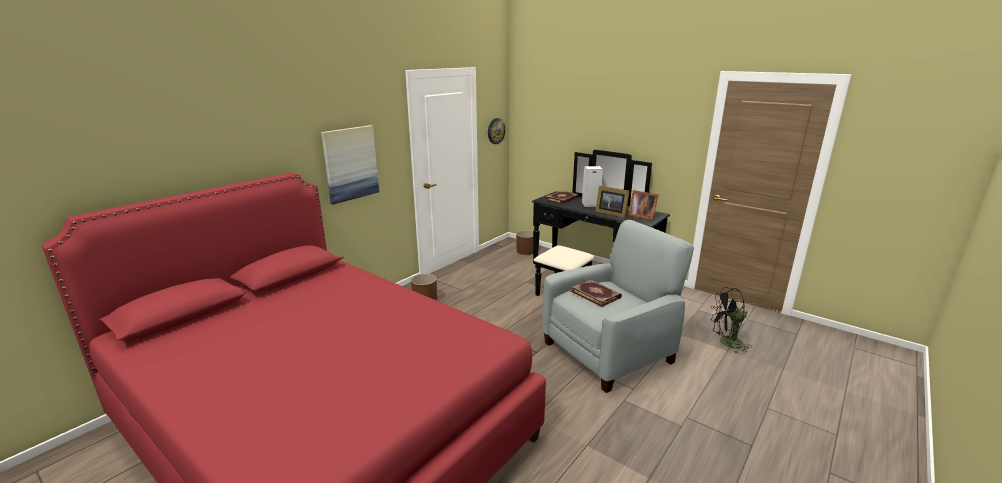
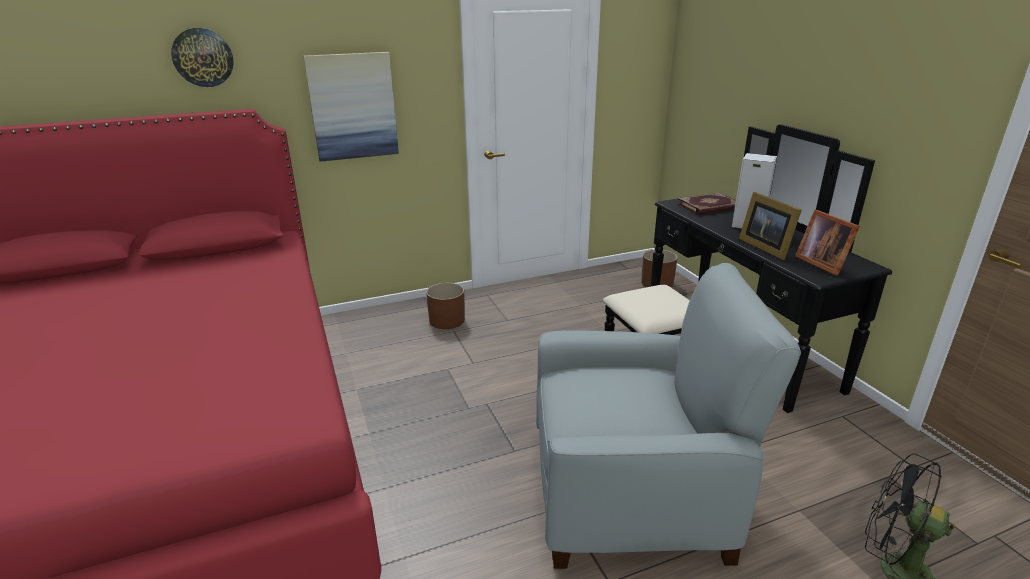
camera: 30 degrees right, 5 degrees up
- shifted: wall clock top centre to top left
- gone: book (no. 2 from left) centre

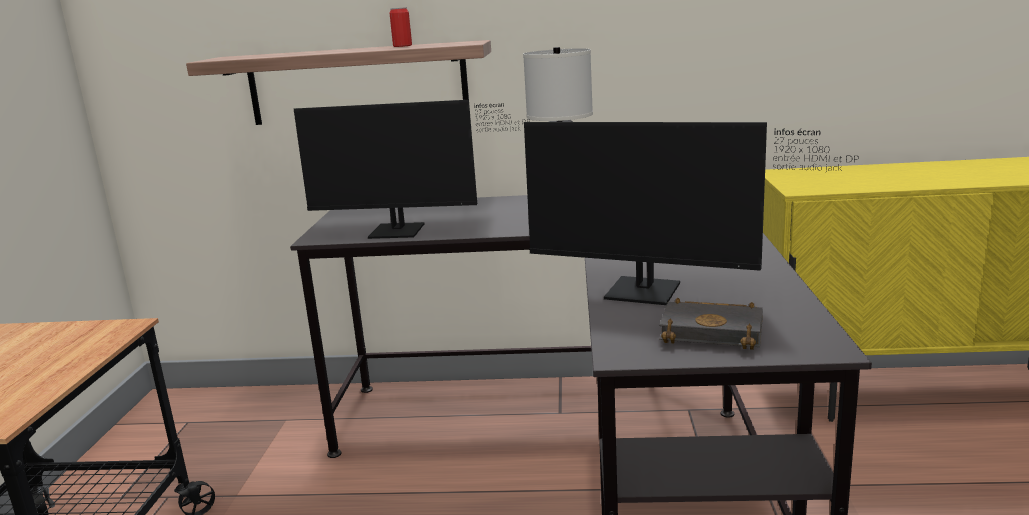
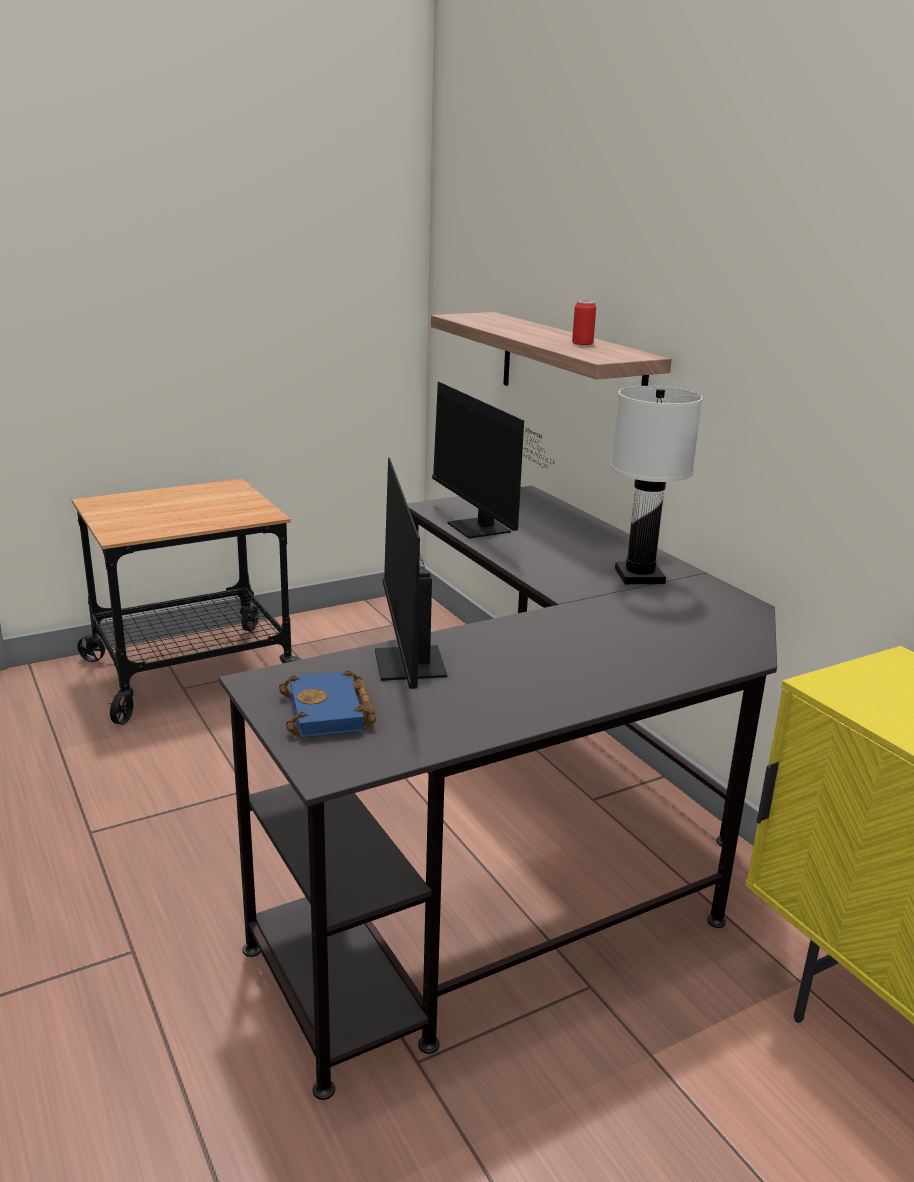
camera: 55 degrees right, 5 degrees up
- repainted: black-coloured book middle right to blue book centre

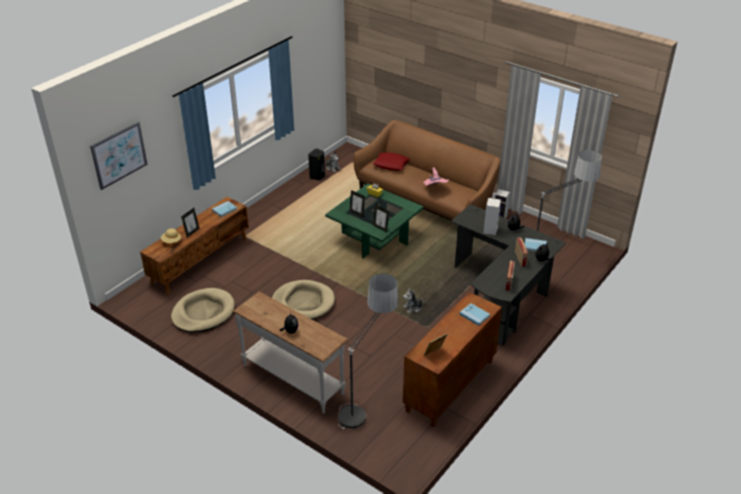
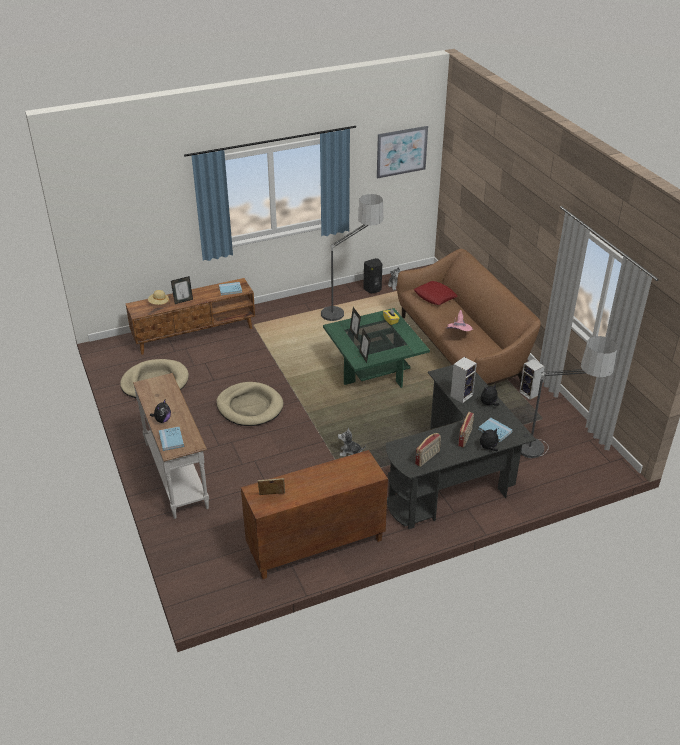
camera: 30 degrees right, 0 degrees up
- shifted: picture top left to top centre
- shifted: floor lamp (no. 1 from left) bottom centre to centre
- shifted: blue book (no. 2 from left in the first image) centre to blue book (no. 1 from left) middle left

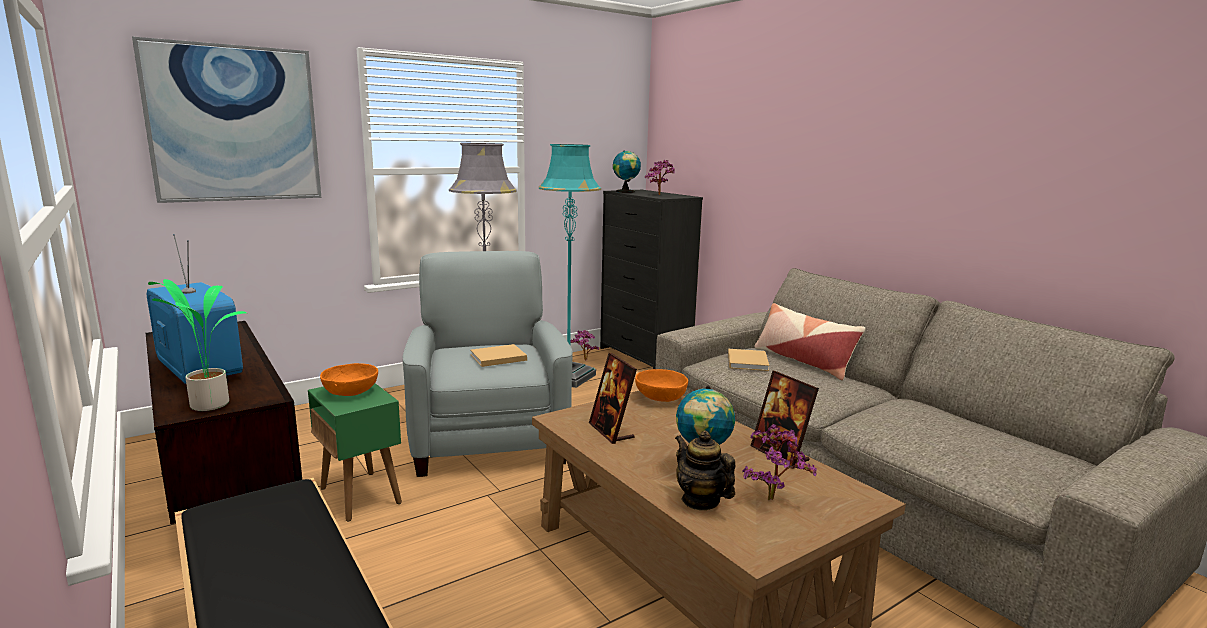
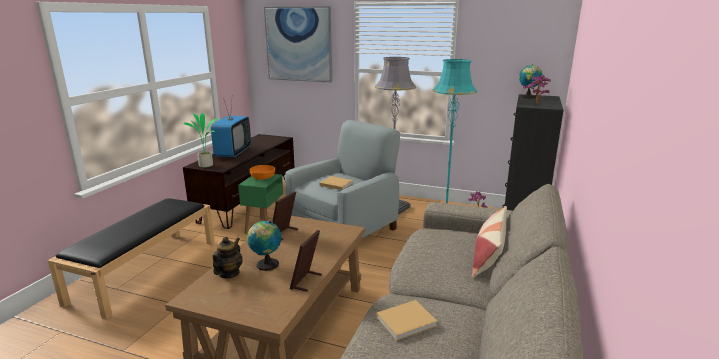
camera: 55 degrees right, 5 degrees up
- shifted: beige book (no. 2 from left) centre to bottom centre
- gone: orangey serving bowl (no. 2 from left) centre
- gone: plant in a pot (no. 4 from left) bottom centre

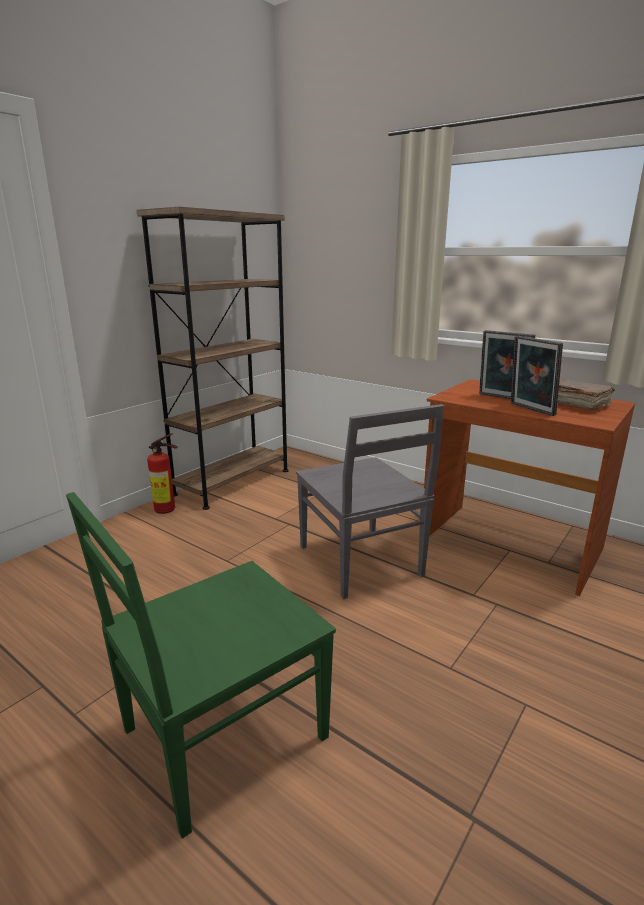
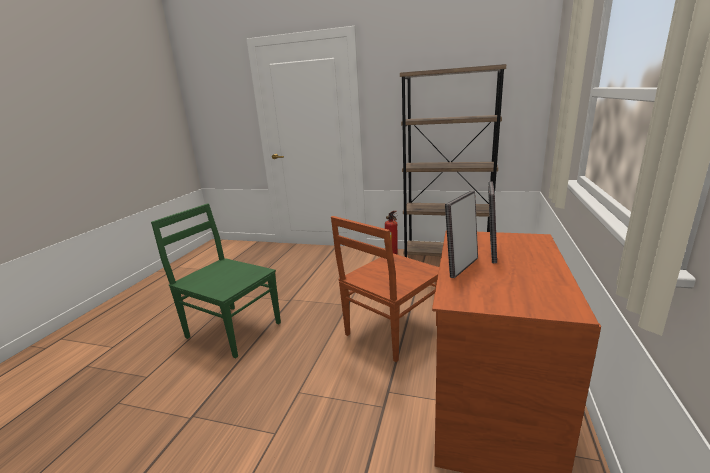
camera: 70 degrees right, 0 degrees up
- gone: brown book middle right
- repainted: greyish chair centre to brown chair centre

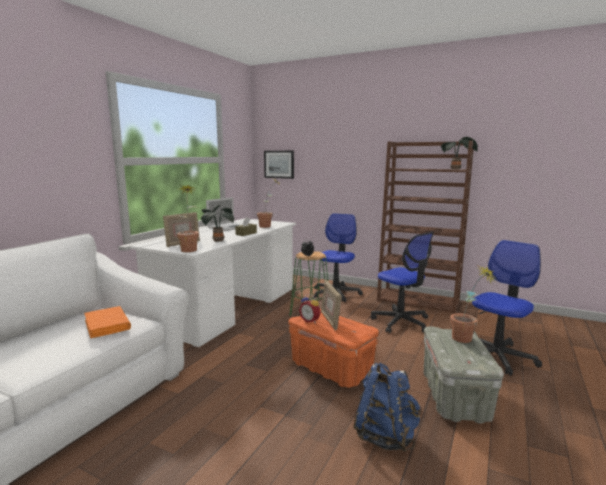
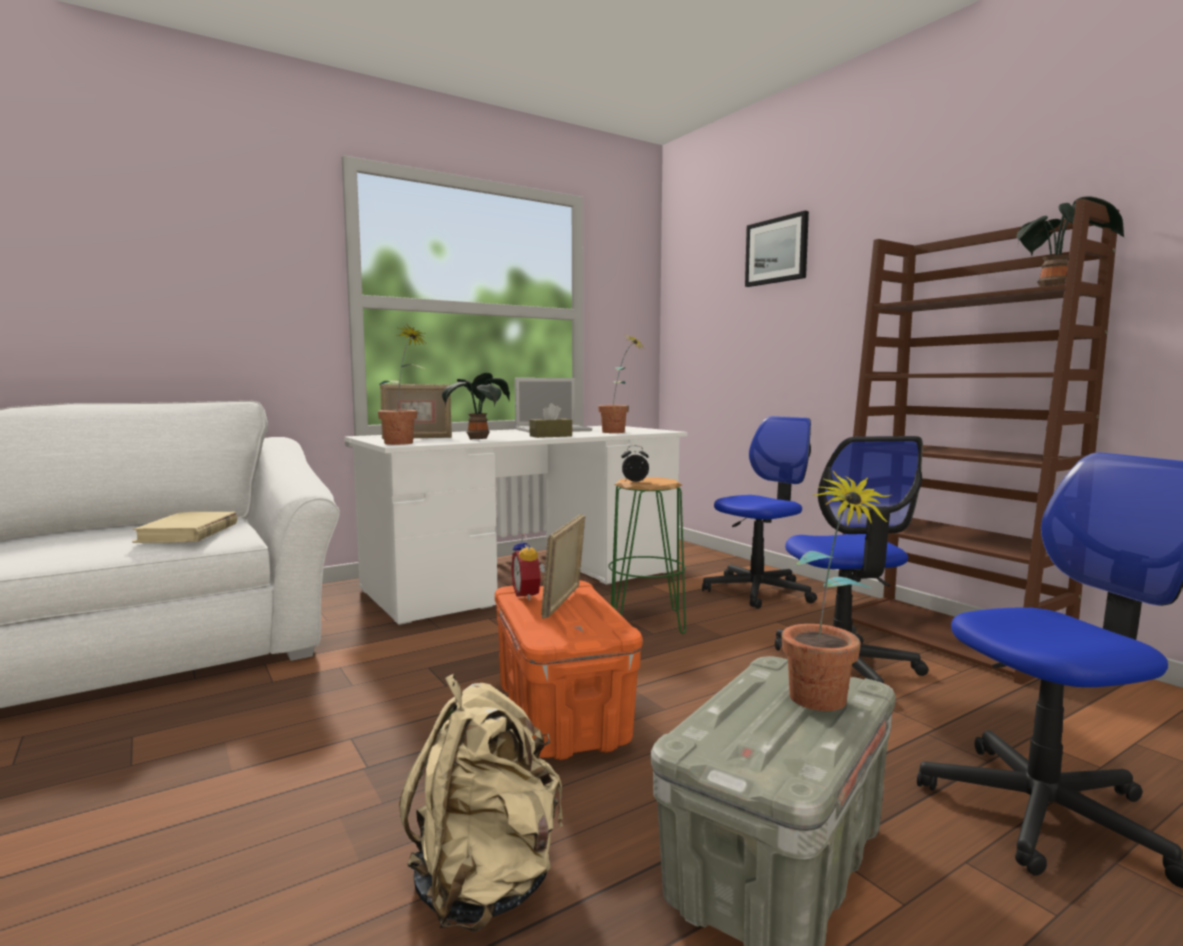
camera: 30 degrees right, 5 degrees down
- shifted: picture centre to top centre
- repainted: orangey book middle left to beige book middle left
- repainted: blue knapsack bottom centre to beige knapsack bottom centre

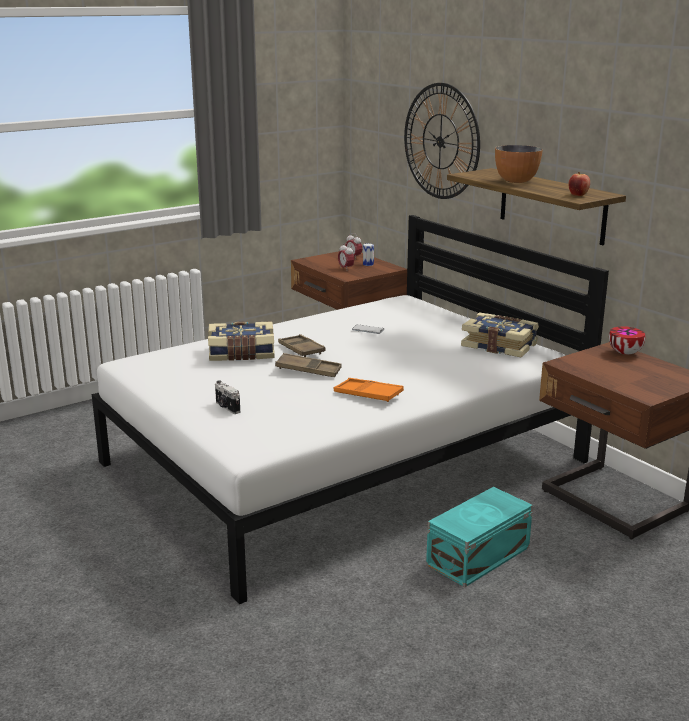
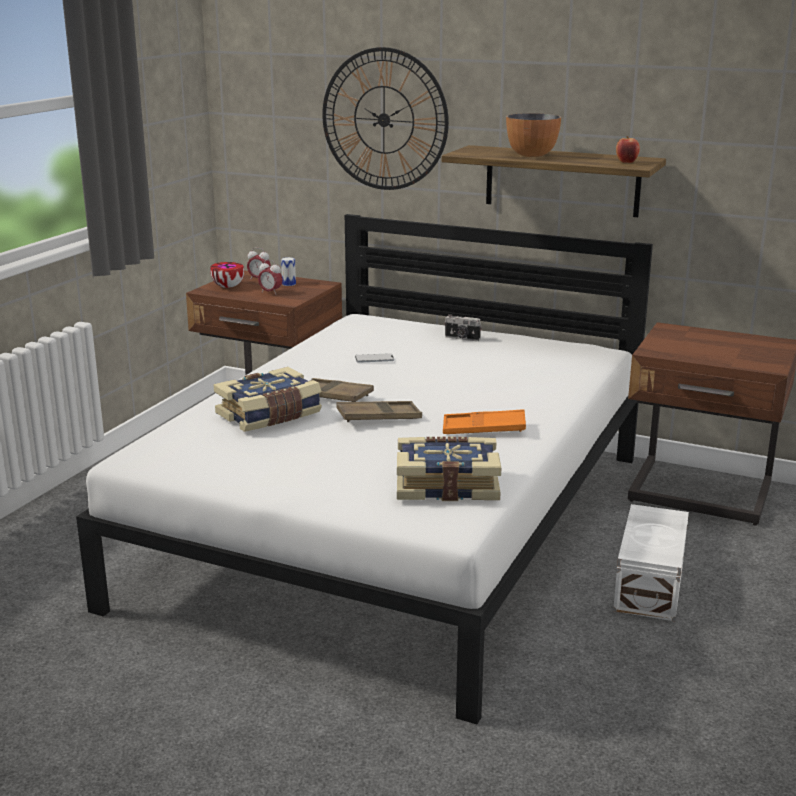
camera: 30 degrees left, 0 degrees up
- shifted: book (no. 2 from left) middle right to centre
- shifted: serving bowl (no. 2 from left in the first image) middle right to serving bowl (no. 1 from left) middle left
- shifted: still camera middle left to centre
- repainted: turquoise-coloured storage bin bottom right to whitish storage bin bottom right

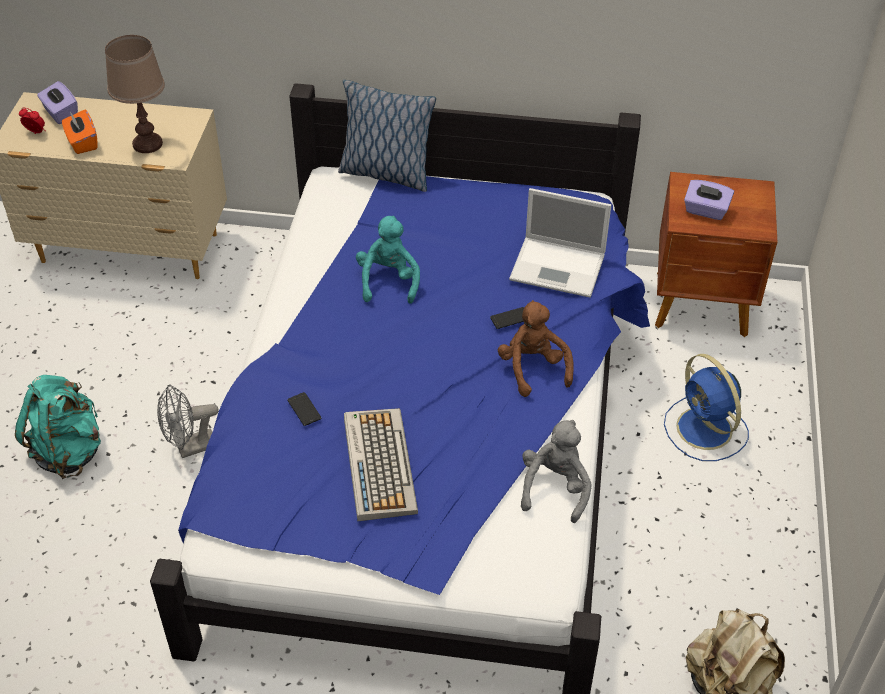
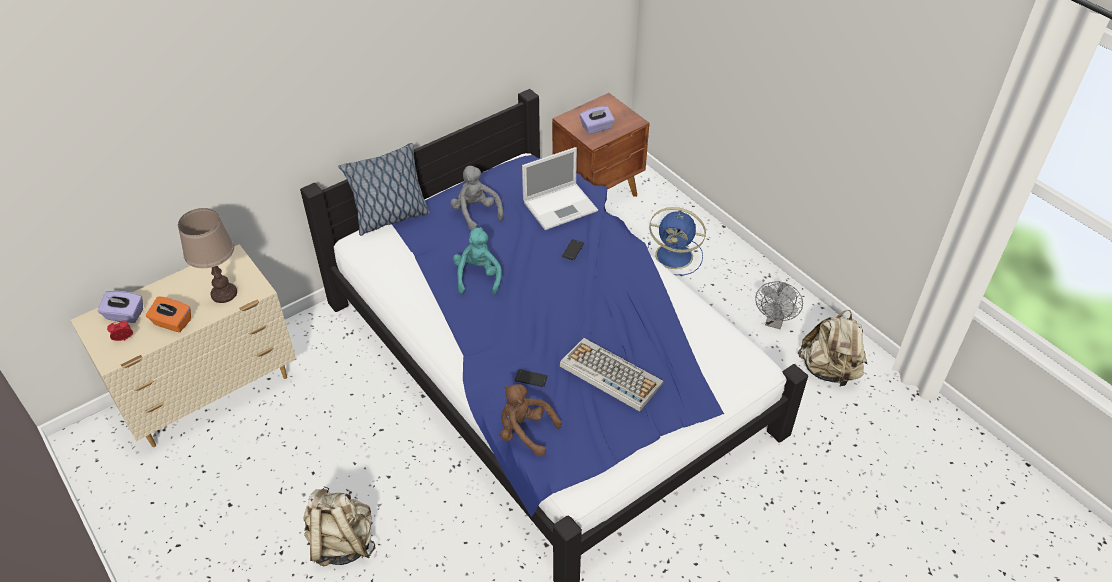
camera: 45 degrees left, 0 degrees up
- rotated: turquoise-coloured soft toy centre = centre 45 degrees clockwise
- shifted: brown soft toy centre to bottom centre
- repainted: turquoise-coloured knapsack middle left to beige knapsack (no. 1 from left) bottom left
- shifted: greyish electric fan middle left to middle right
- shifted: greyish soft toy bottom centre to centre

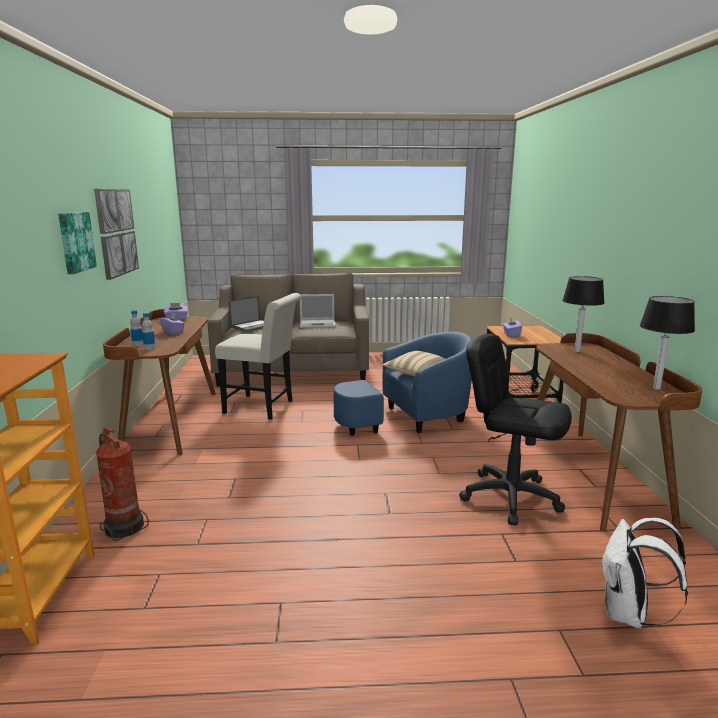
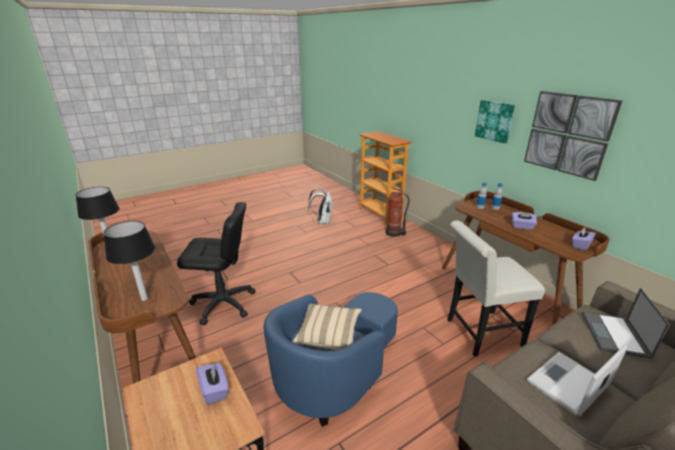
camera: 150 degrees right, 10 degrees up
- shifted: whitish knapsack bottom right to centre

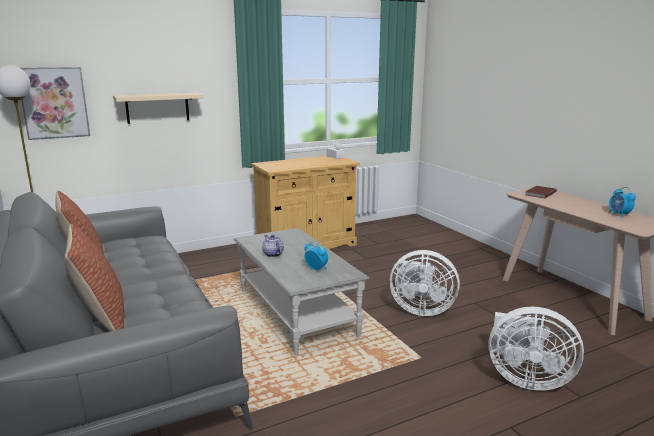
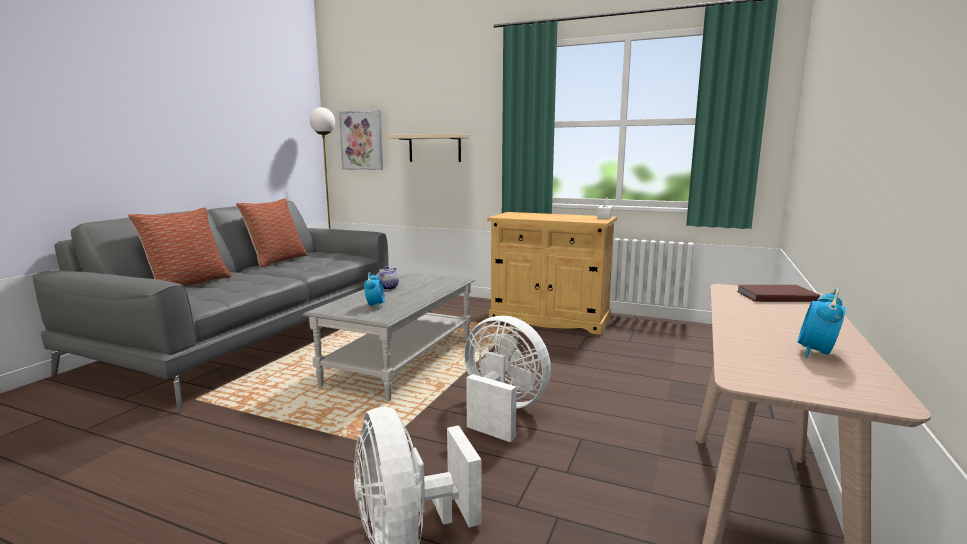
camera: 50 degrees right, 5 degrees down
- rotated: whitish electric fan (no. 1 from left in the first image) centre = bottom centre 150 degrees clockwise

